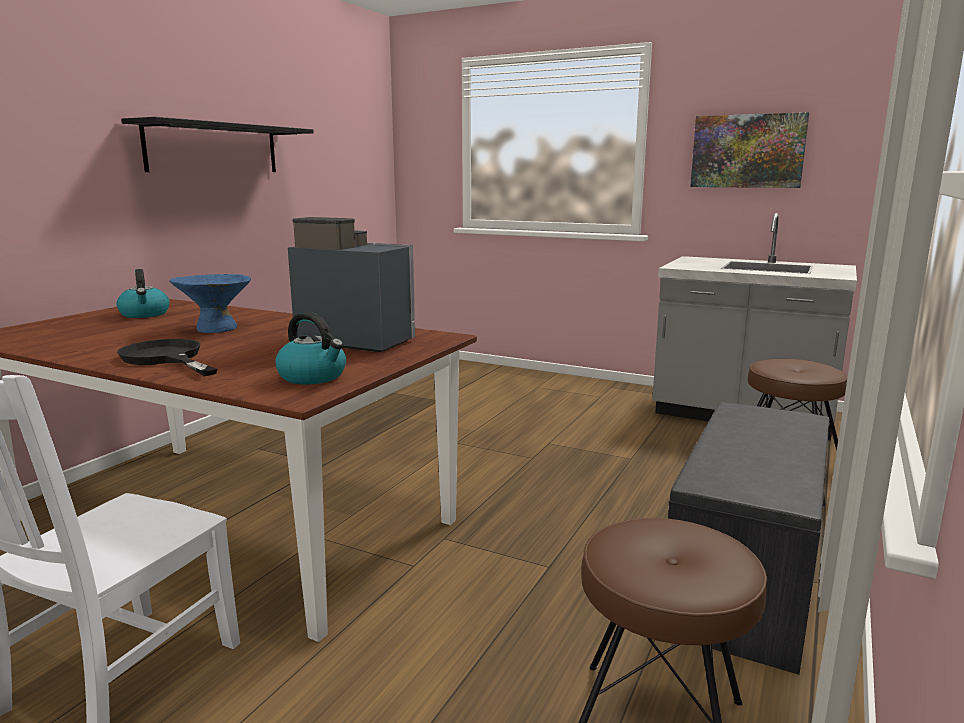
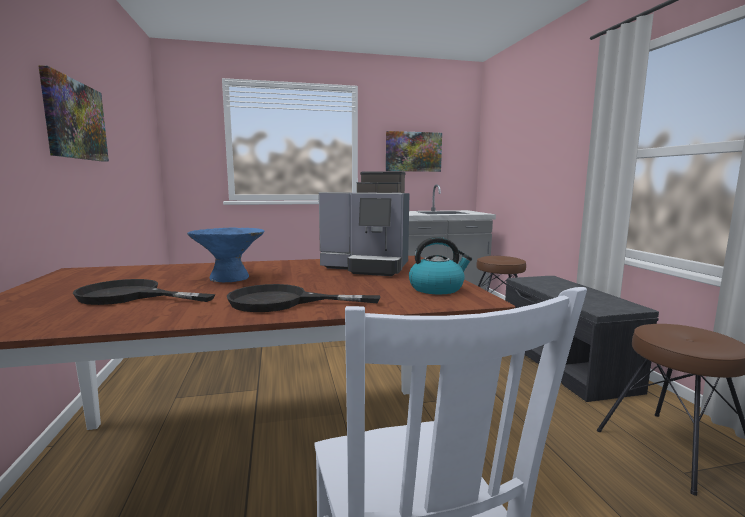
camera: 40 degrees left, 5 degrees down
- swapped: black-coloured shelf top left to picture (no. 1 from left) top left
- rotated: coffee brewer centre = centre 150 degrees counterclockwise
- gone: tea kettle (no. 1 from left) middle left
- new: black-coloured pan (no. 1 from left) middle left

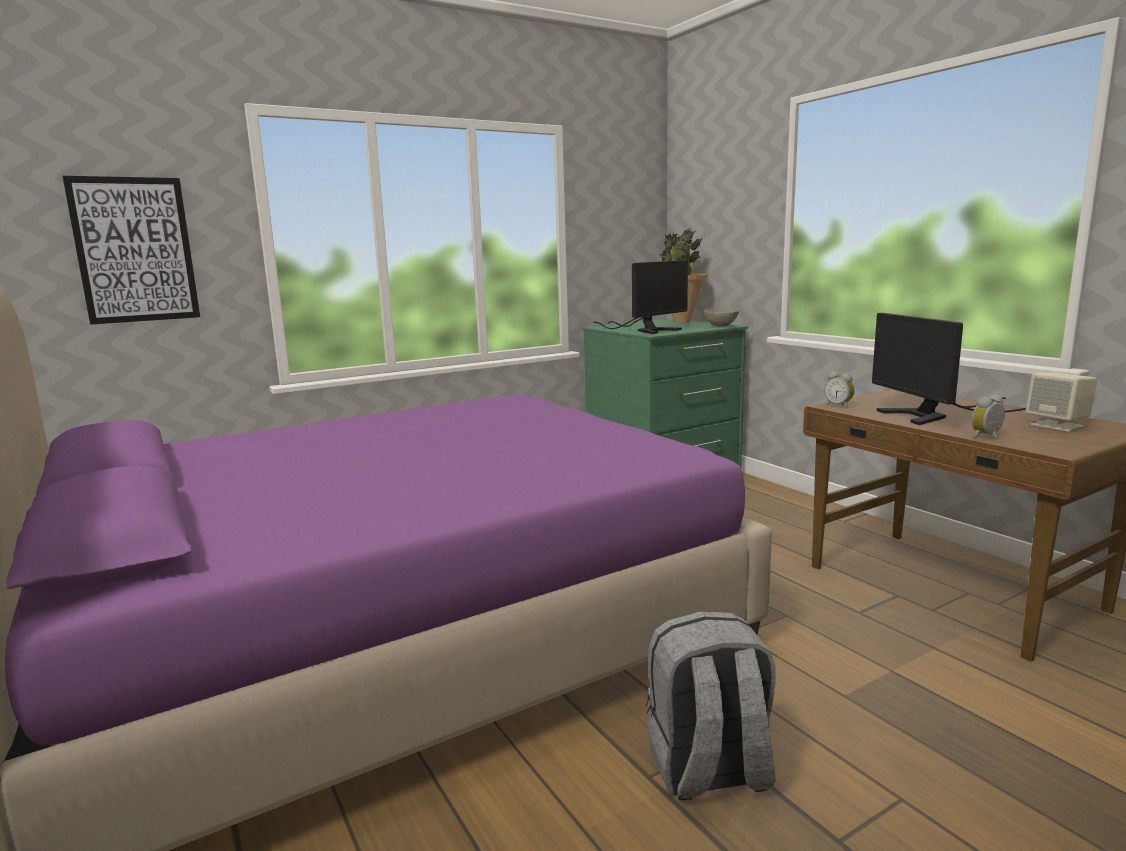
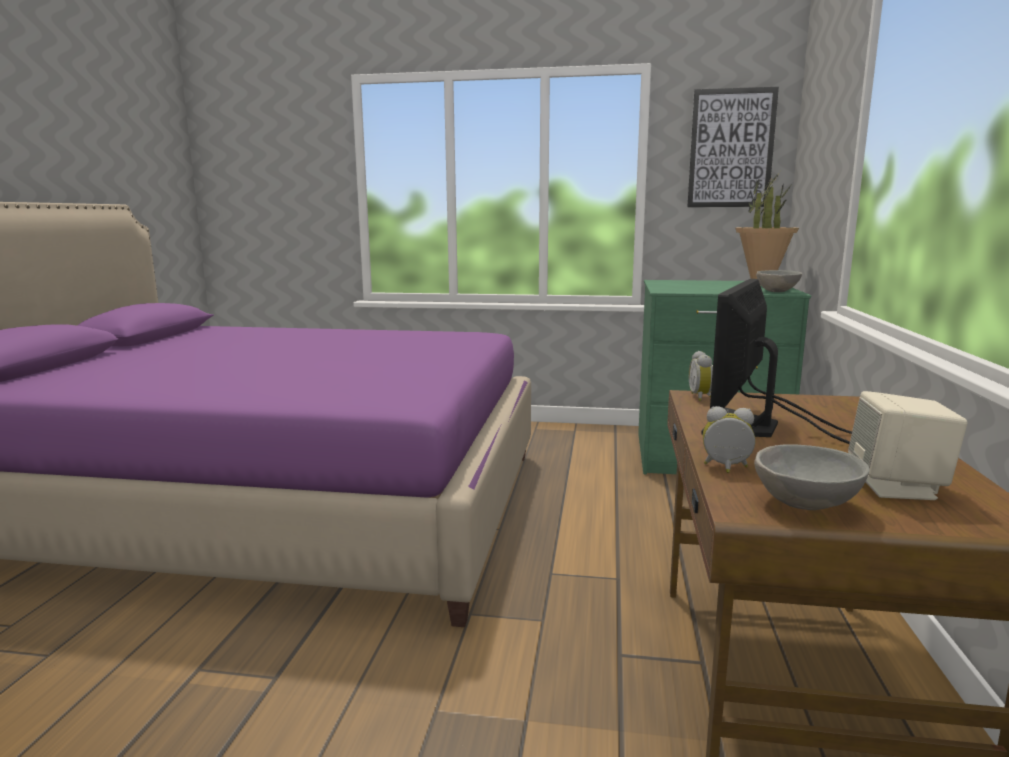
camera: 40 degrees right, 0 degrees up
- shifted: picture top left to top right
- gone: computer screen (no. 1 from left) centre
- gone: greyish knapsack bottom centre
- new: greyish serving bowl (no. 2 from left) middle right

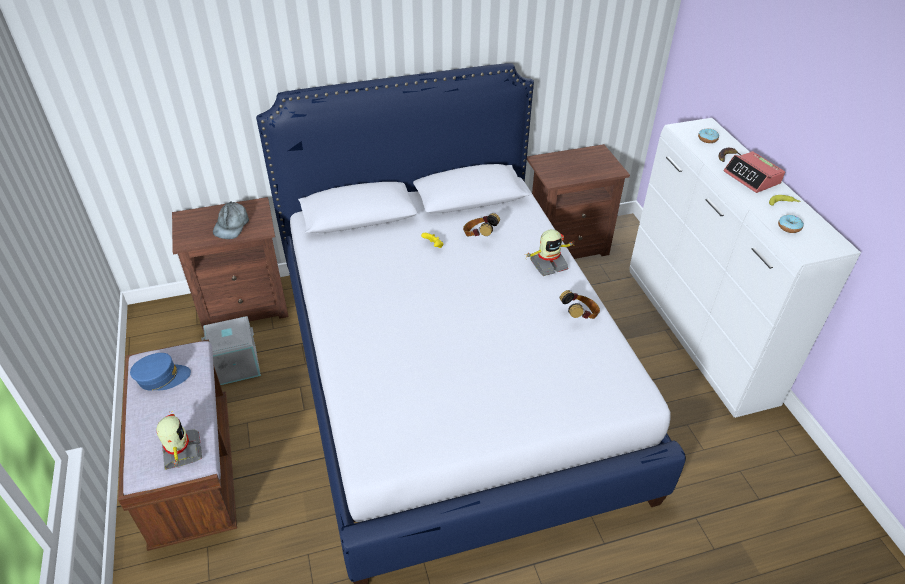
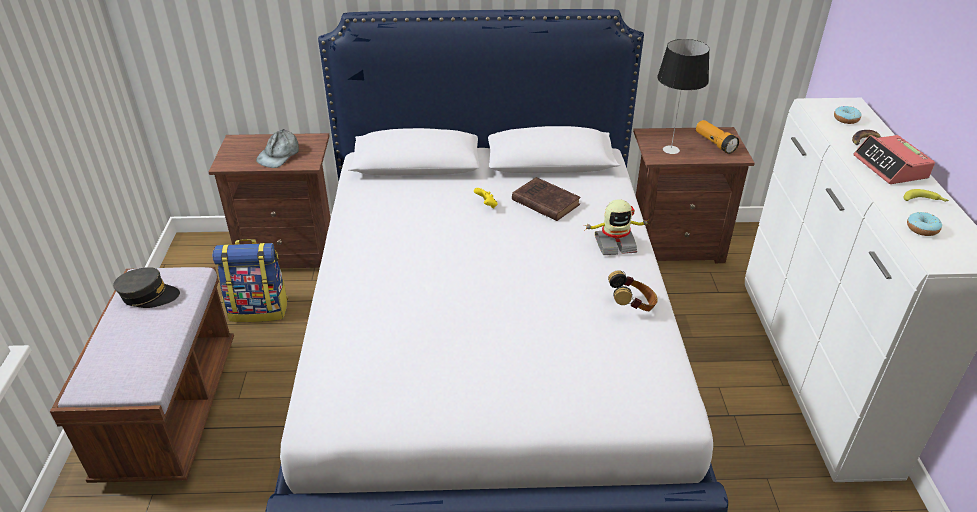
camera: 15 degrees right, 5 degrees down
- swapped: headset (no. 1 from left) centre to brown book centre
- swapped: greyish storage bin middle left to knapsack middle left
- repainted: blue baseball cap middle left to greyish baseball cap (no. 1 from left) middle left
- gone: model robot (no. 1 from left) bottom left
- new: table lamp top right
- new: flashlight top right

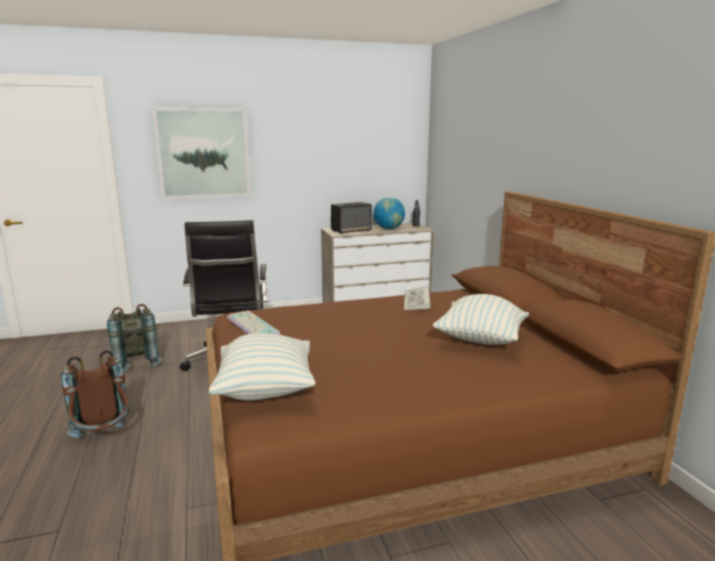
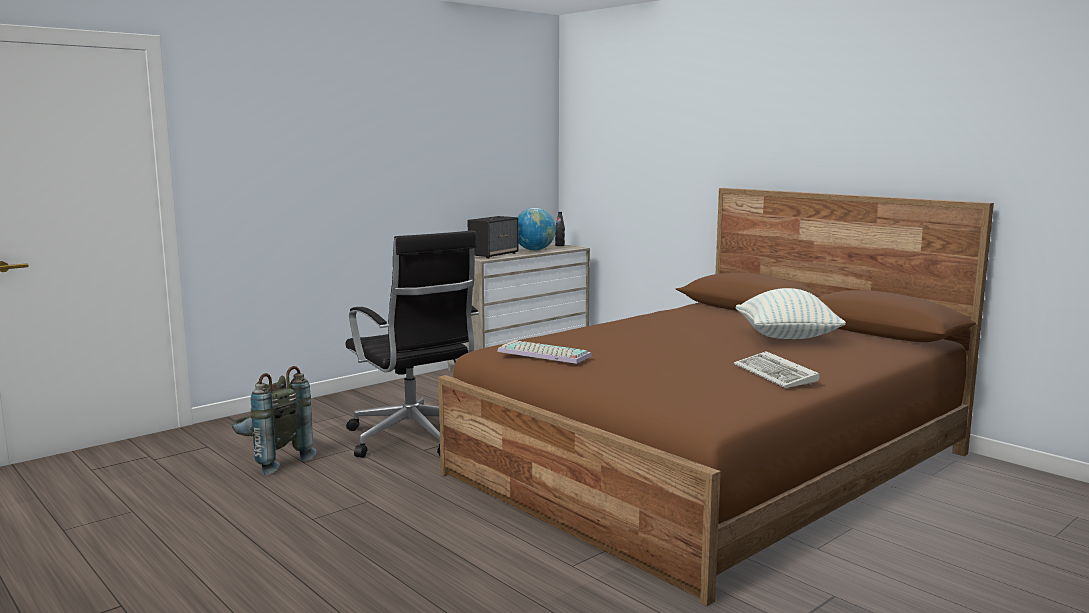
camera: 25 degrees left, 5 degrees down
- gone: picture top left
- shifted: computer keyboard (no. 2 from left) centre to middle right
- gone: throw pillow (no. 1 from left) centre
- gone: brown knapsack bottom left

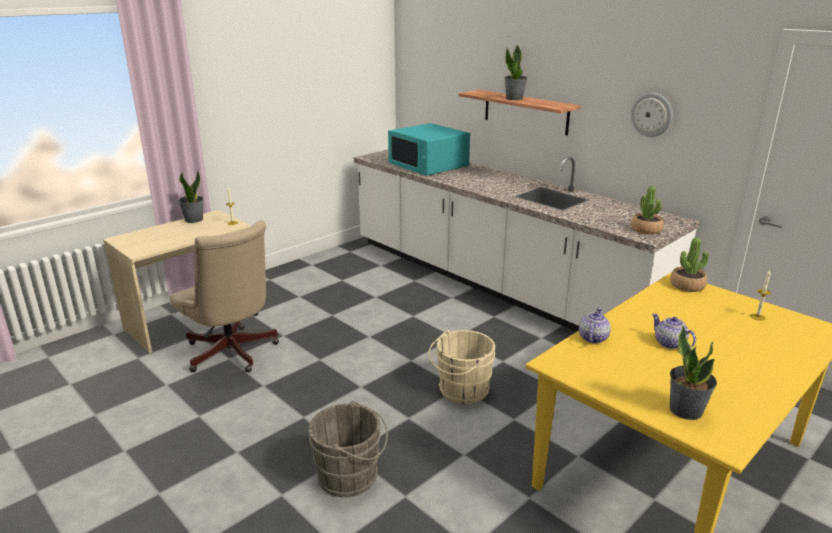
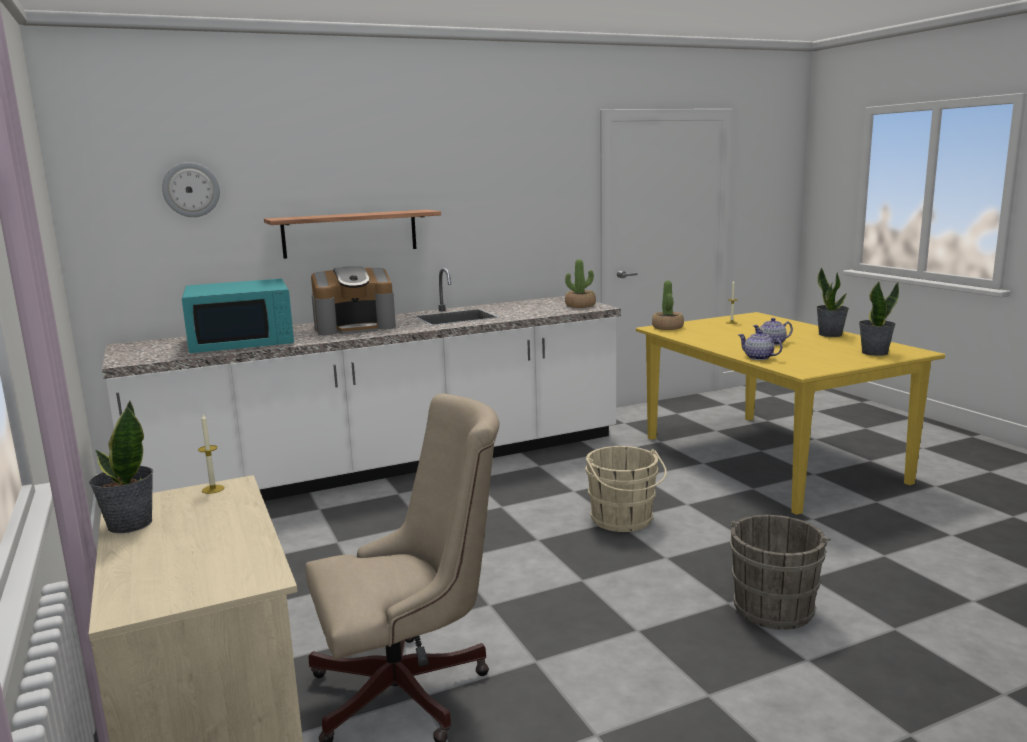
camera: 70 degrees left, 10 degrees down
- shifted: plant in a pot (no. 2 from left in the first image) top centre to plant in a pot (no. 4 from left) middle right
- shifted: wall clock top right to top left
- new: coffee brewer centre

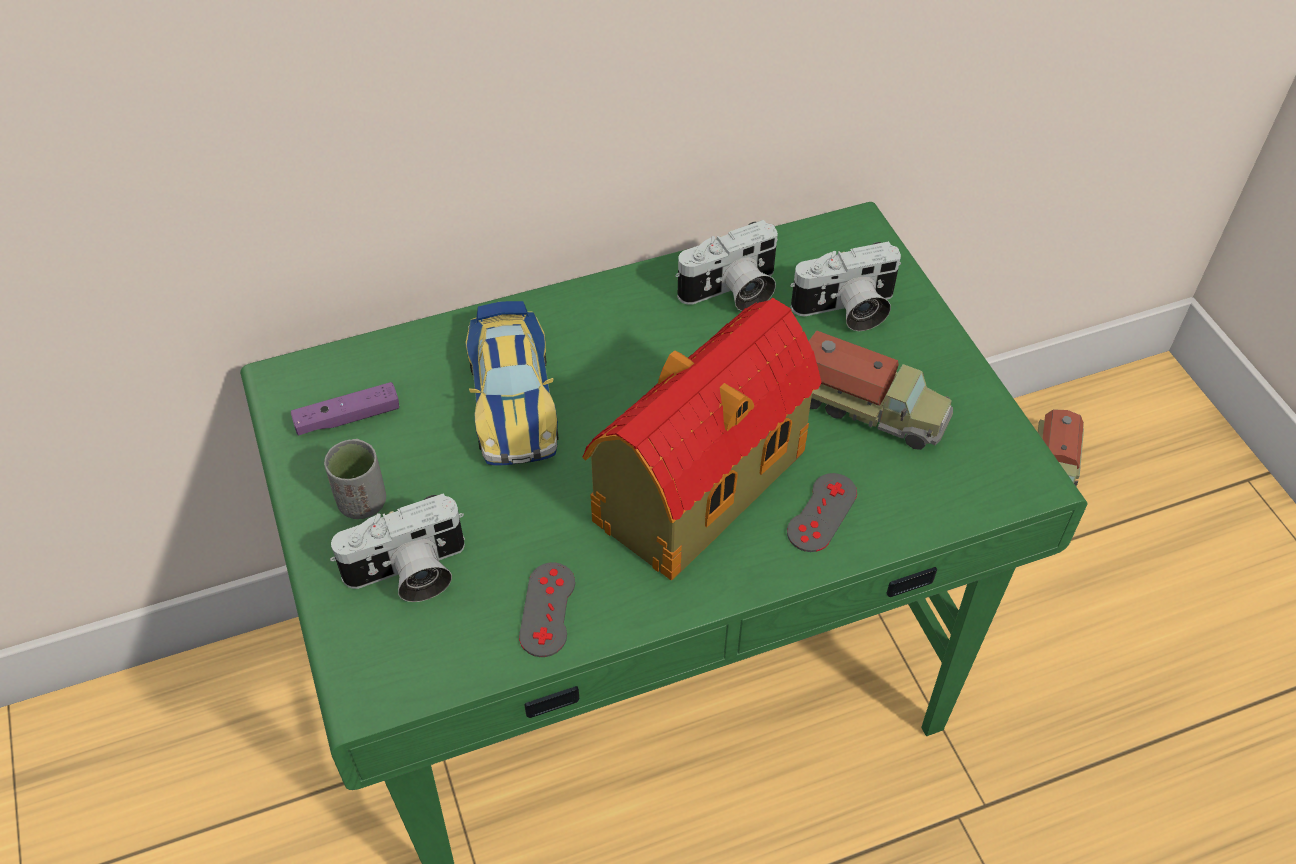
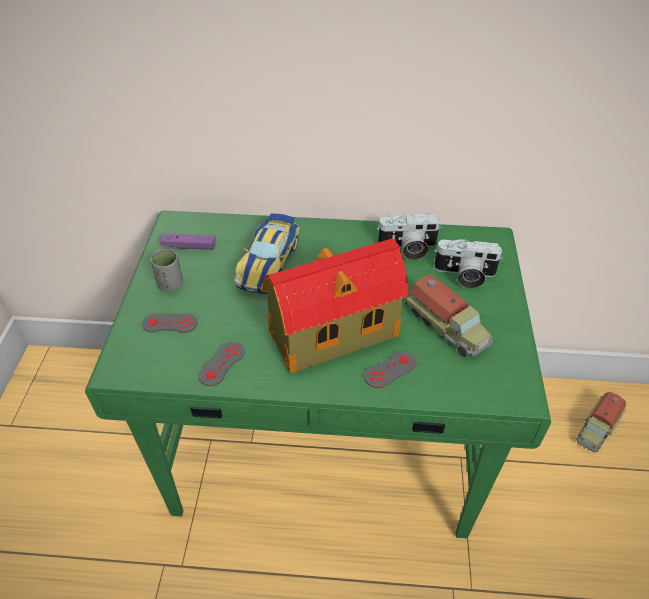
camera: 25 degrees right, 5 degrees down
- swapped: still camera (no. 1 from left) middle left to greyish joypad (no. 1 from left) middle left

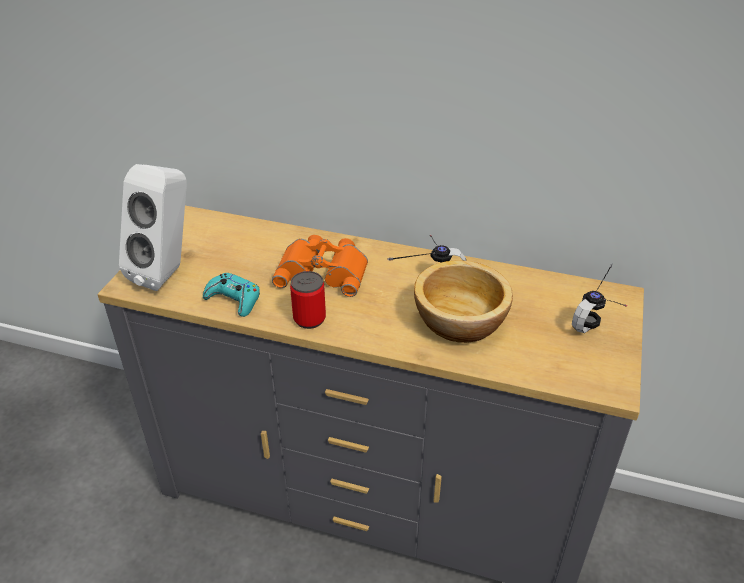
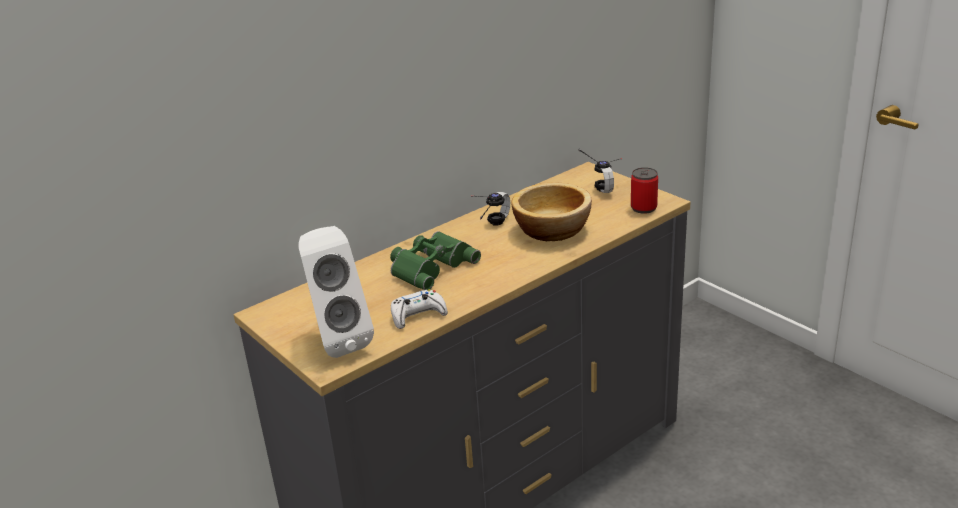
camera: 55 degrees left, 10 degrees down
- repainted: orangey field glasses centre to green field glasses centre
- shifted: can centre to middle right
- repainted: turquoise-coloured joypad middle left to whitish joypad centre

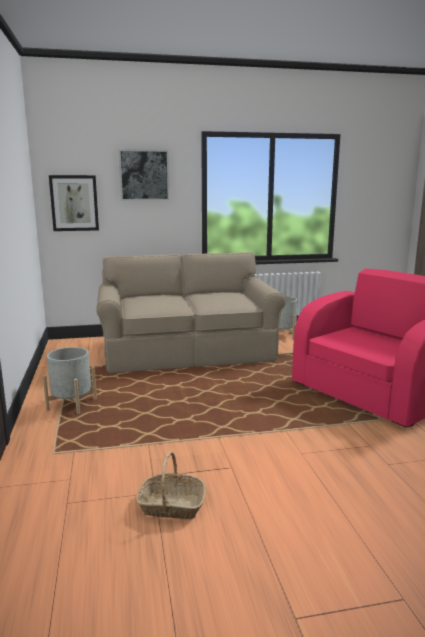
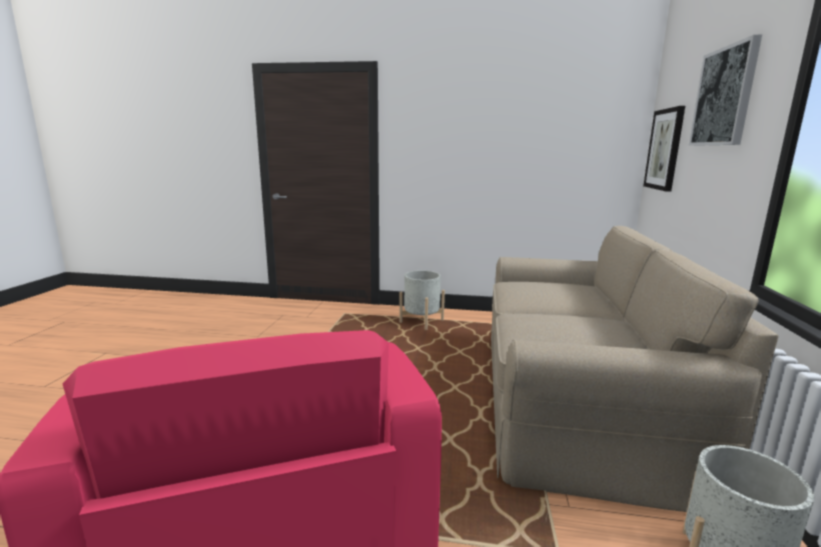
camera: 110 degrees right, 0 degrees up
- gone: storage basket bottom centre

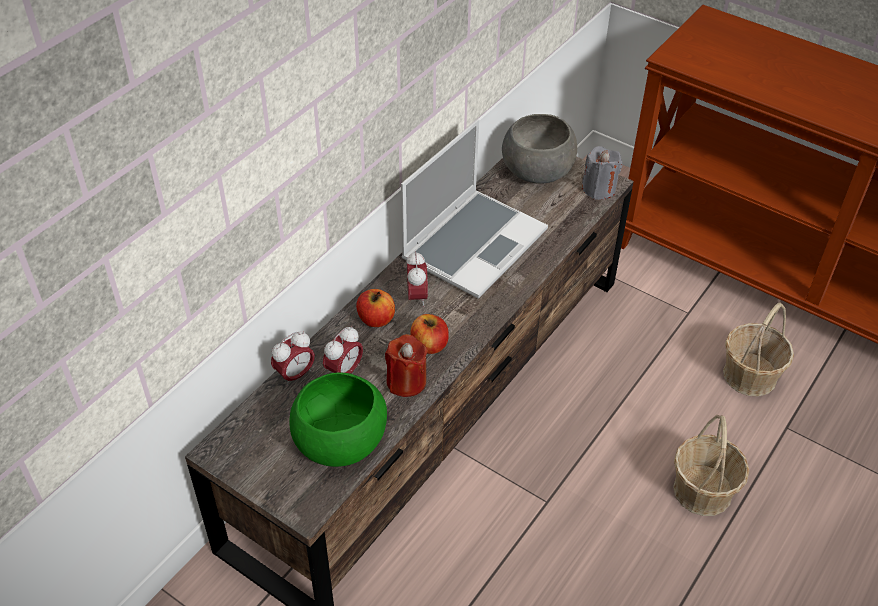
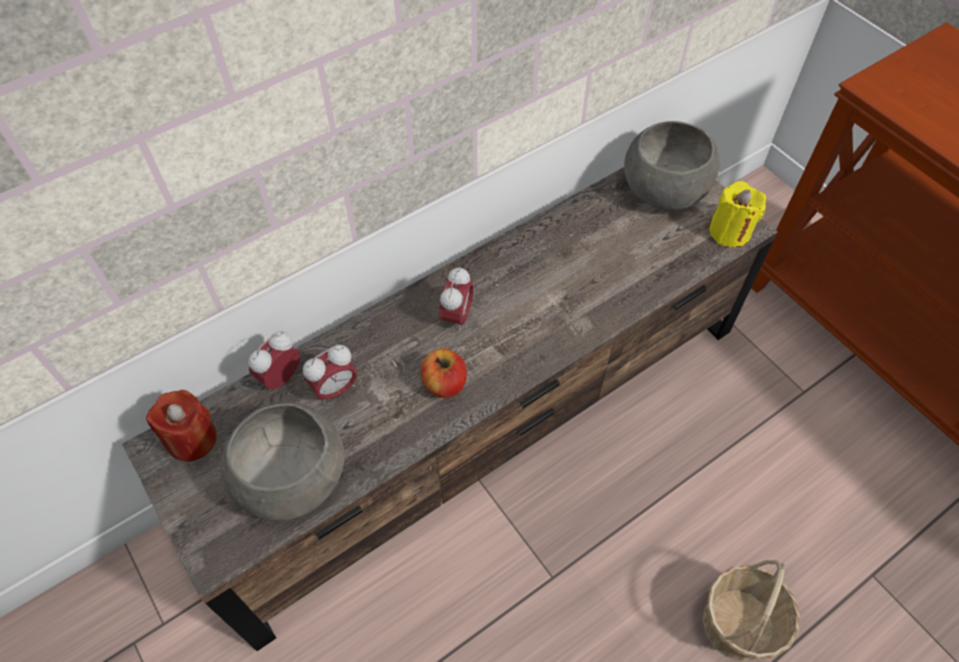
camera: 20 degrees right, 10 degrees up
- gone: notebook computer centre
- repainted: greyish wax light top right to yellow-coloured wax light top right
- gone: apple (no. 1 from left) centre
- gone: storage basket (no. 2 from left) middle right
- rotated: table clock (no. 1 from left) centre = middle left 150 degrees clockwise
- shifted: reddish wax light centre to middle left
- repainted: green serving bowl bottom centre to greyish serving bowl (no. 1 from left) bottom left

